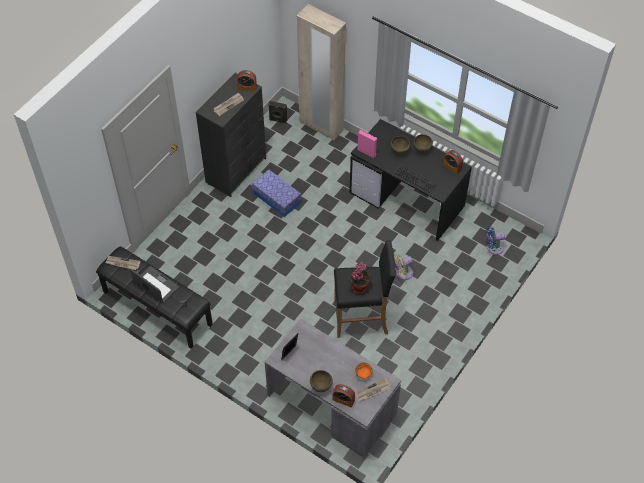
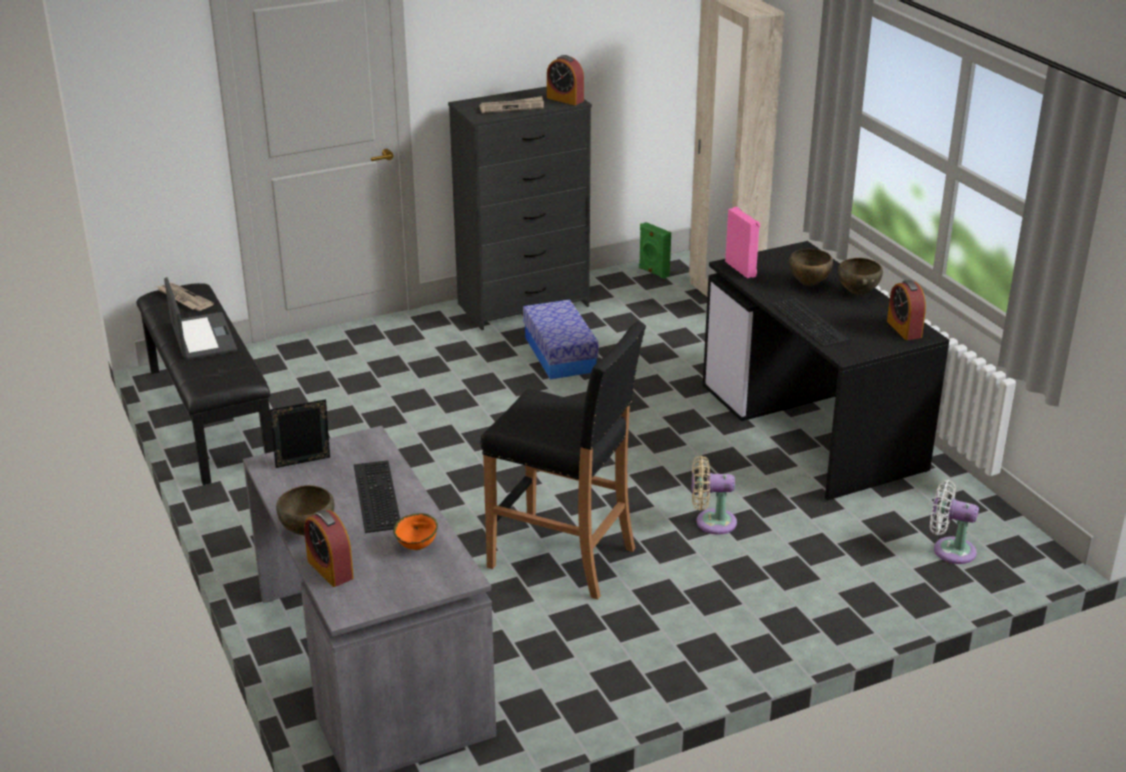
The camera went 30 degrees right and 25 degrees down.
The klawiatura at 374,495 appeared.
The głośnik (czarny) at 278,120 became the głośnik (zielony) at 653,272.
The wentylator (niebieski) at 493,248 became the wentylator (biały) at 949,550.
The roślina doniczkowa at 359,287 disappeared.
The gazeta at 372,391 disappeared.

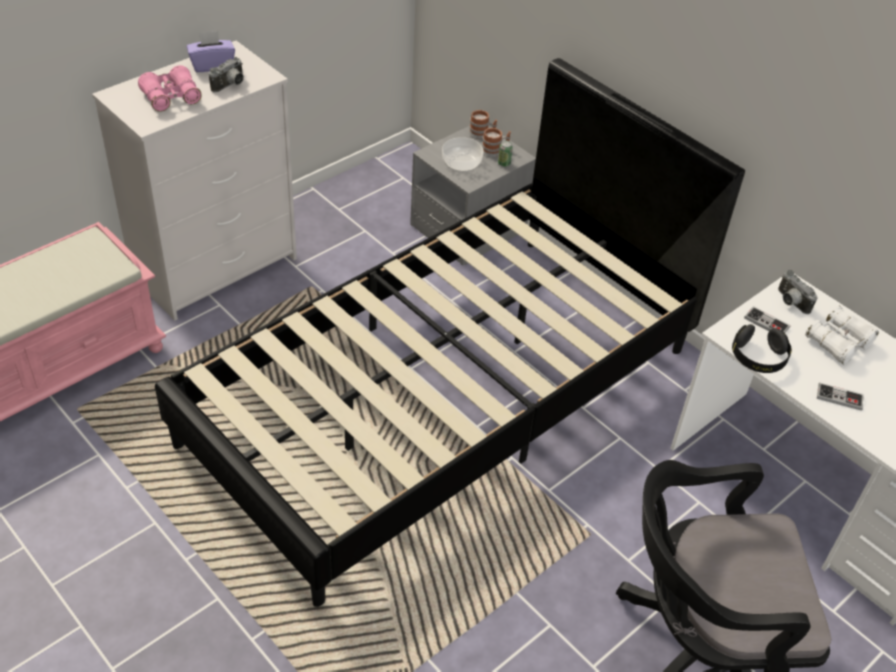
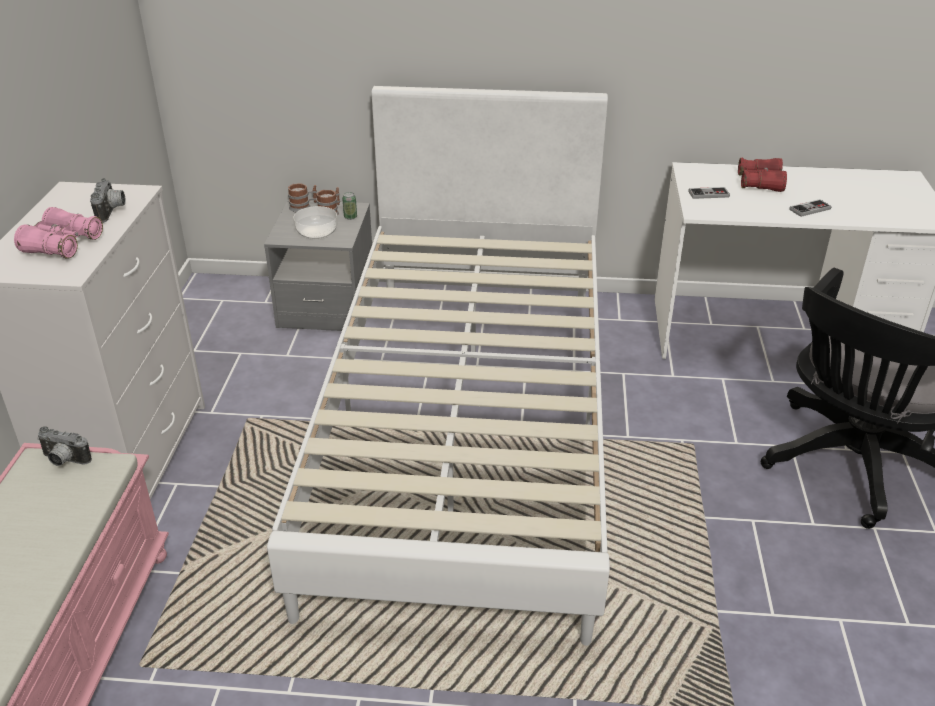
The camera went 40 degrees left and 10 degrees down.
The aparat fotograficzny moved from 790,302 to 63,461.
The łóżko (czarny) at 444,395 became the łóżko (biały) at 467,425.
The lornetka (biały) at 838,342 became the lornetka (czerwony) at 760,183.
The pudełko chusteczek (fioletowy) at 212,65 disappeared.
The słuchawki (czarny) at 758,358 disappeared.

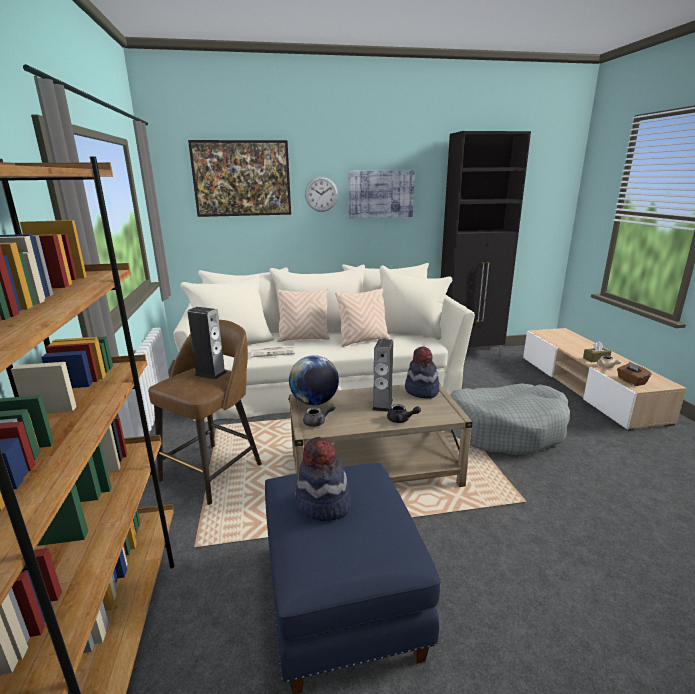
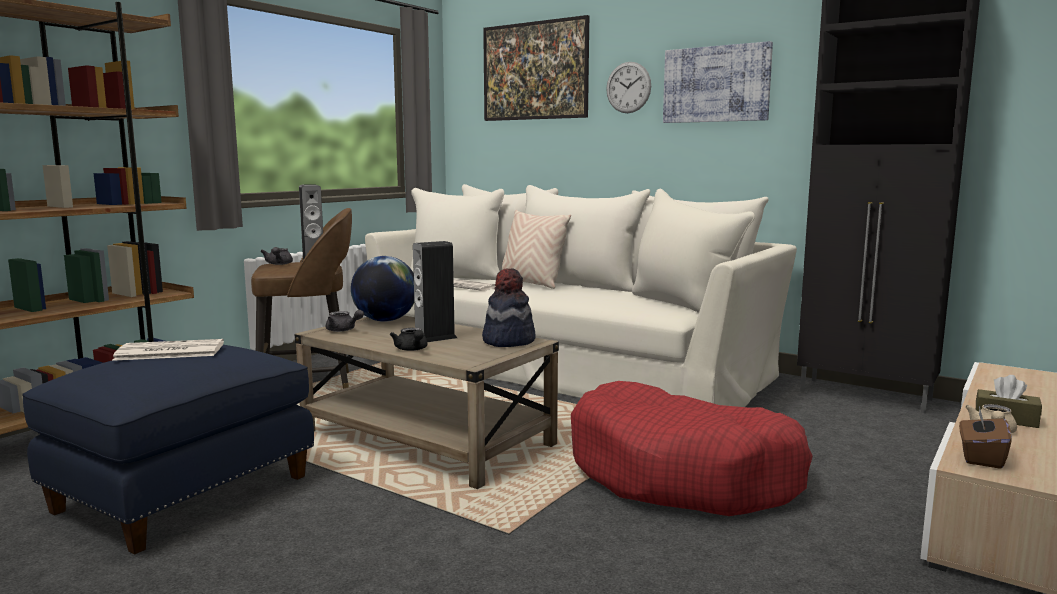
The camera went 45 degrees right and 10 degrees down.
The kapelusz at 323,504 was replaced by the gazeta at 168,352.
The imbryk (szary) at 278,264 appeared.
The legowisko (szary) at 505,429 became the legowisko (czerwony) at 683,475.
The poduszka (beżowy) at 363,341 disappeared.

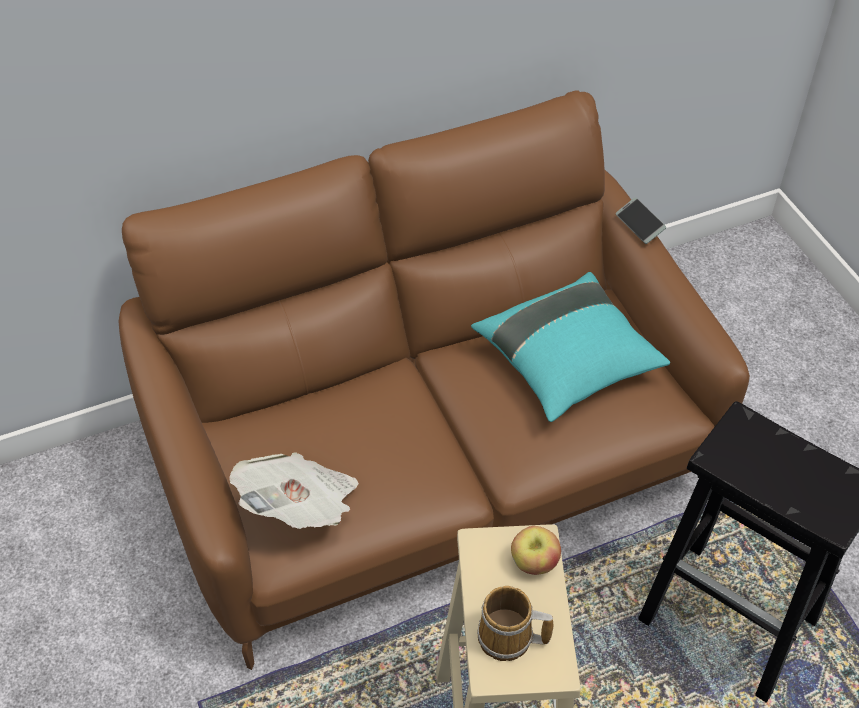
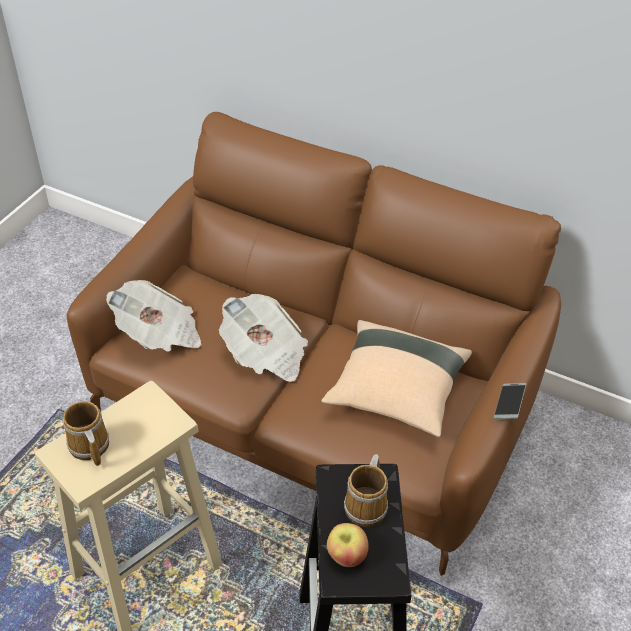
The camera went 50 degrees right and 5 degrees down.
The gazeta at 265,354 appeared.
The poduszka (turkusowy) at 567,363 became the poduszka (beżowy) at 396,392.
The jabłko moved from 534,563 to 346,555.
The kubek at 368,505 appeared.
The telefon moved from 639,225 to 509,404.

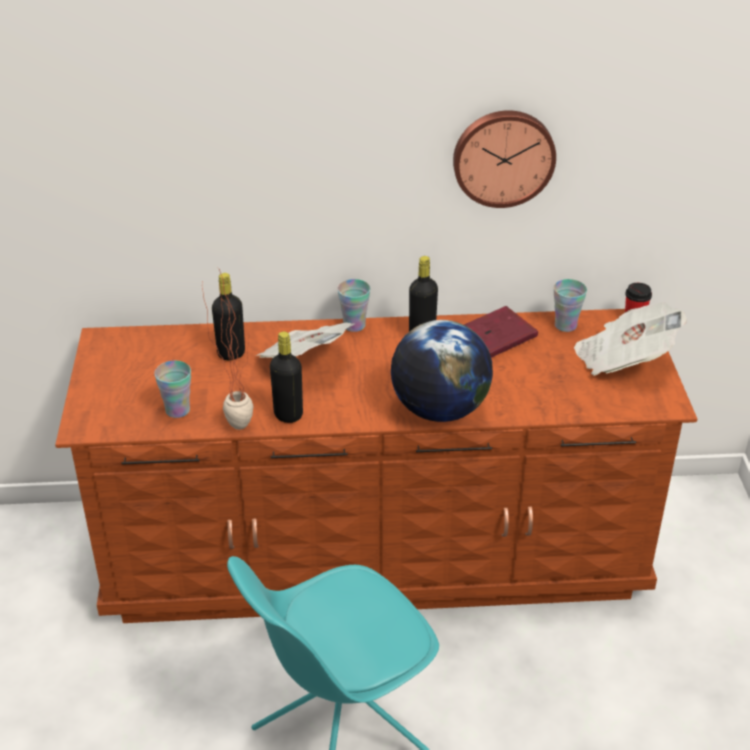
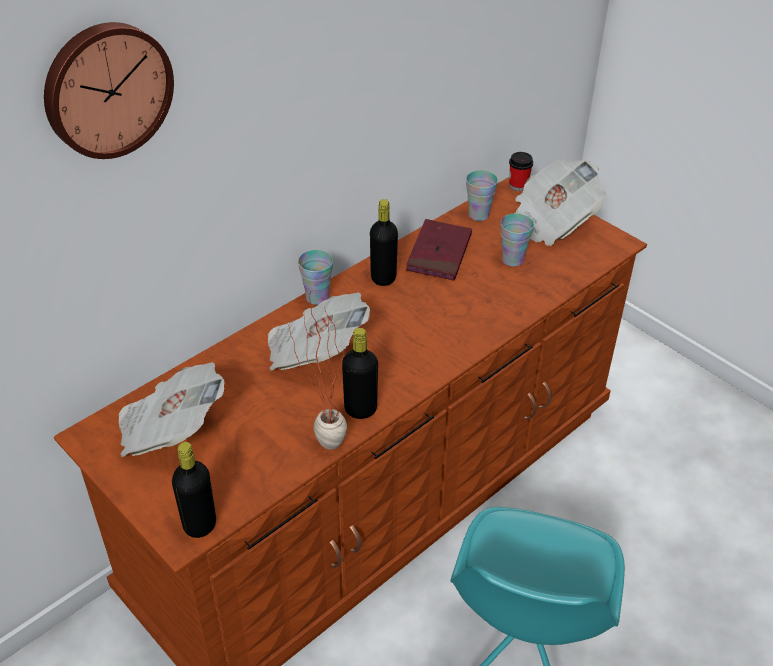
The camera went 40 degrees left and 5 degrees up.
The zegar ścienny moved from 503,157 to 106,89.
The gazeta at 171,430 appeared.
The butelka (czarny) moved from 231,353 to 200,524.
The filiżanka moved from 177,410 to 512,259.
The globus at 439,410 disappeared.

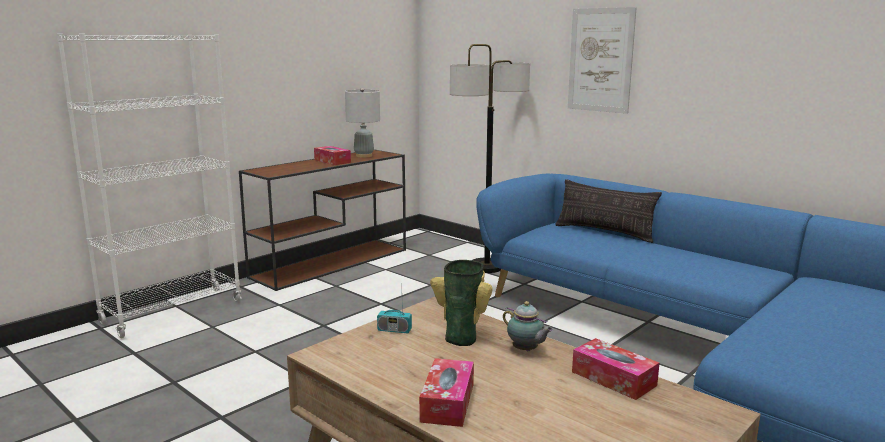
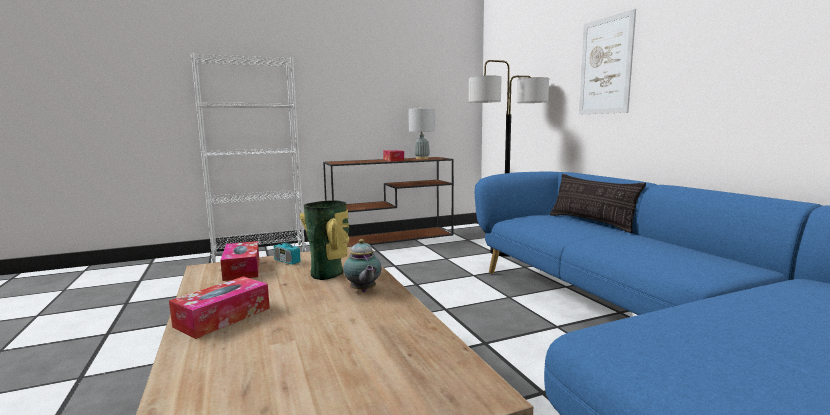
The camera went 25 degrees right and 5 degrees down.
The pudełko chusteczek moved from 613,378 to 242,269.

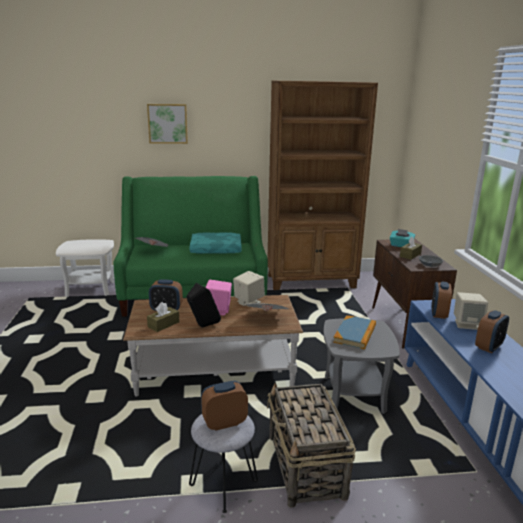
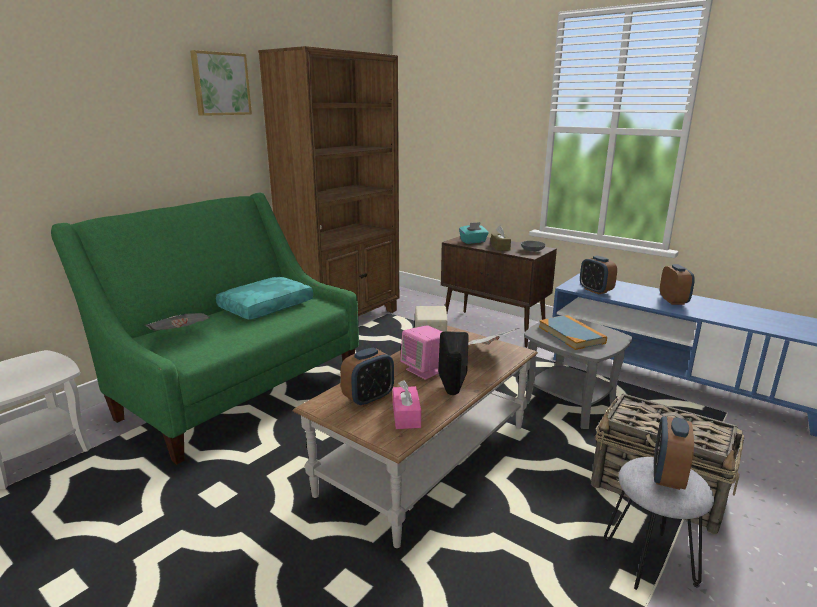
The camera went 45 degrees left and 0 degrees up.
The obraz moved from 167,123 to 220,84.
The pudełko chusteczek (brązowy) at 163,324 became the pudełko chusteczek (różowy) at 406,415.
The głośnik (beżowy) at 467,324 disappeared.

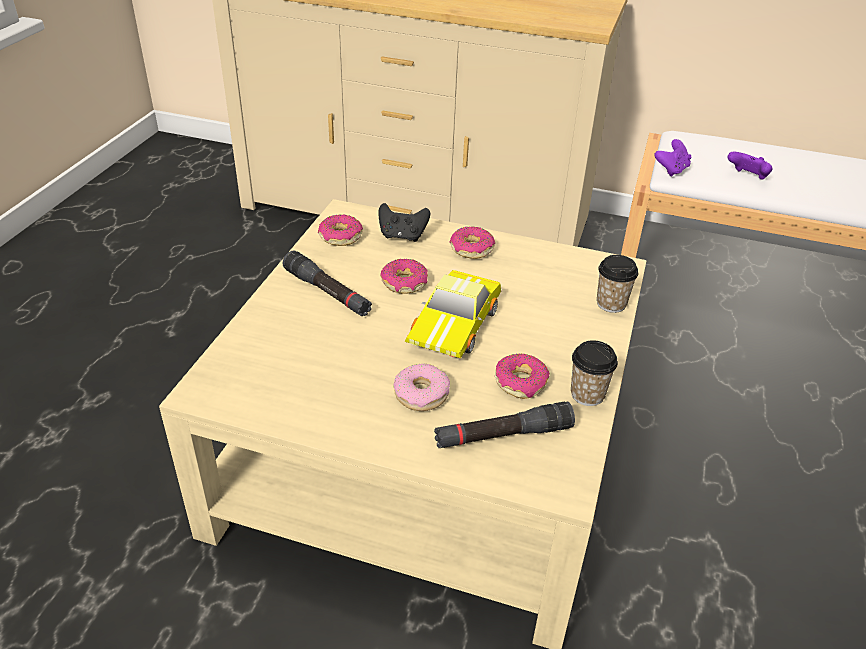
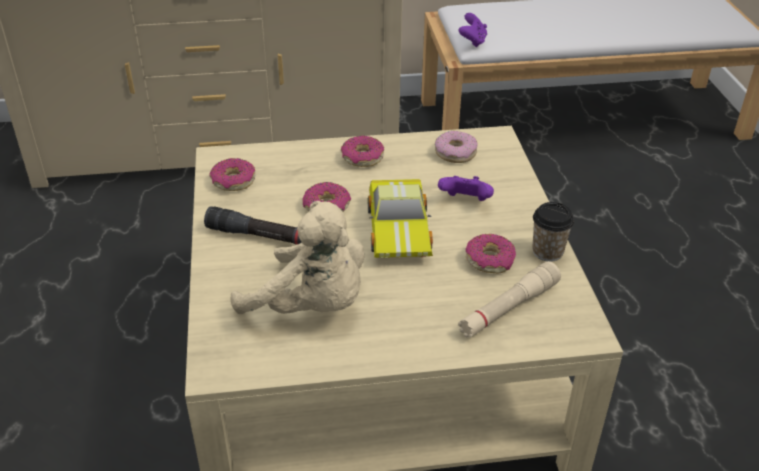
The camera went 25 degrees left and 0 degrees up.
The pluszak (beżowy) at 311,306 appeared.
The donut moved from 421,394 to 455,153.
The pad do gier (fioletowy) moved from 747,177 to 465,202.
The latarka (czarny) at 503,435 became the latarka (beżowy) at 508,308.
The pad do gier (czarny) at 402,236 disappeared.
The filiżanka at 611,304 disappeared.

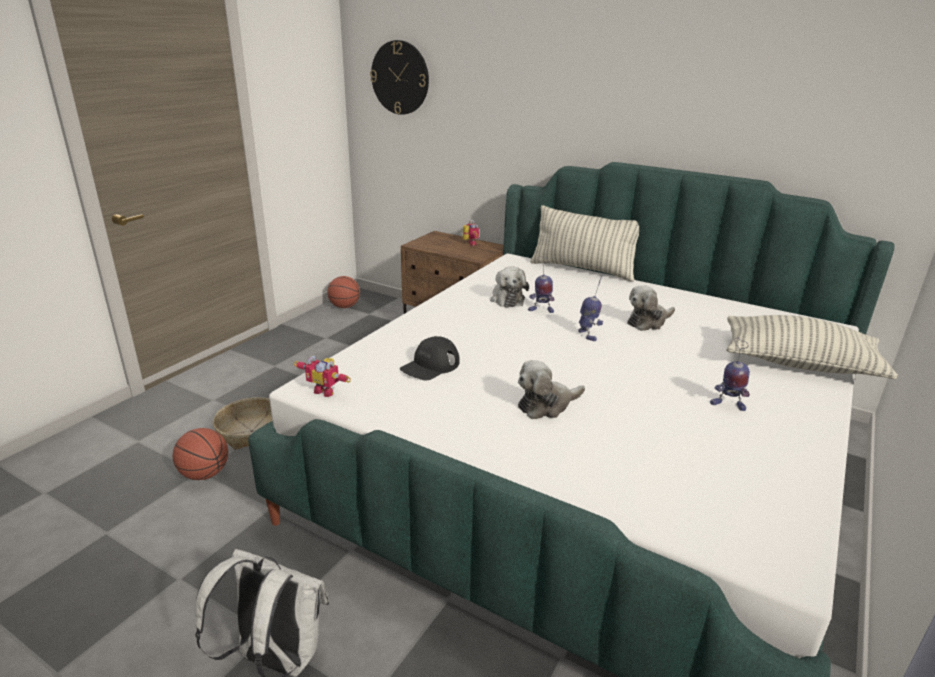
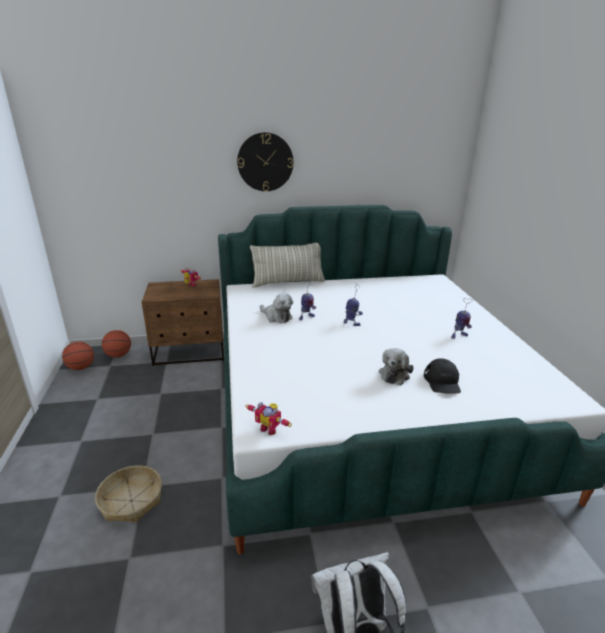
The camera went 40 degrees left and 0 degrees up.
The piłka do koszykówki moved from 205,474 to 118,355.
The zegar ścienny moved from 400,78 to 265,162.
The robot zabawkowy at 326,390 turned 45 degrees clockwise.
The czapka z daszkiem (czarny) moved from 430,366 to 442,381.
The pluszak at 648,322 disappeared.
The poduszka at 799,364 disappeared.

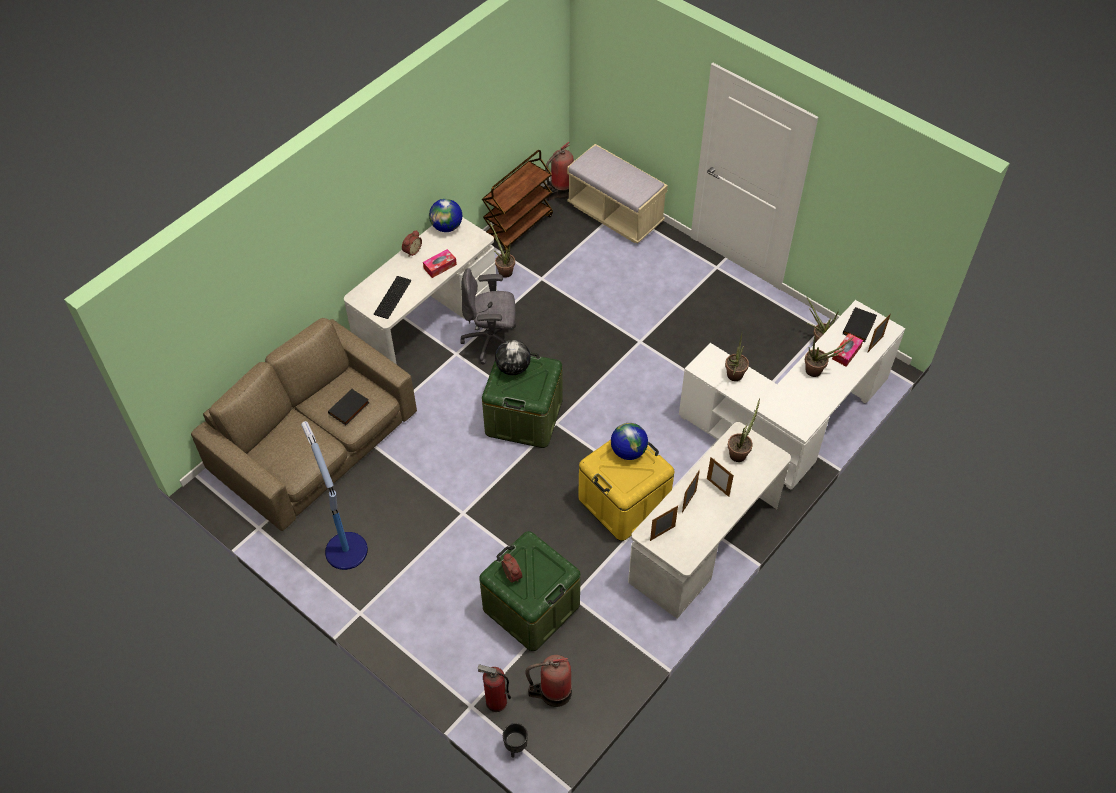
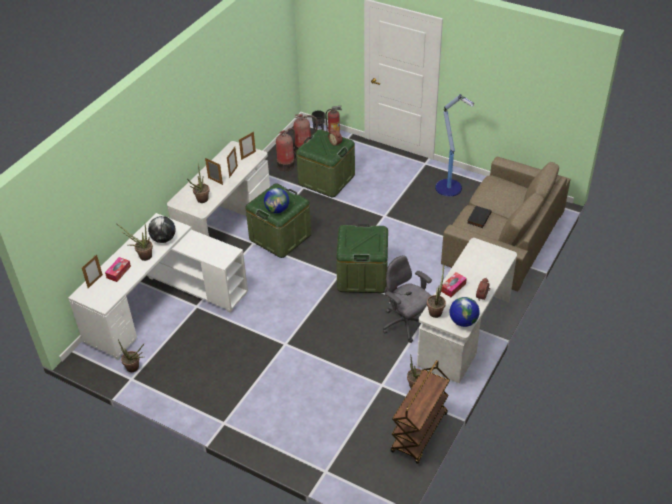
The camera went 170 degrees right and 10 degrees down.
The globus moved from 513,368 to 163,239.
The pojemnik do przechowywania (żółty) at 624,502 became the pojemnik do przechowywania (zielony) at 280,237.
The gaśnica moved from 560,191 to 287,165.
The krzesło biurowe (szary) at 492,341 turned 120 degrees counterclockwise.
The roślina doniczkowa moved from 733,377 to 436,310.
The klawiatura at 391,297 disappeared.
The ławka (beżowy) at 615,214 disappeared.
The książka (czarny) at 860,326 disappeared.

